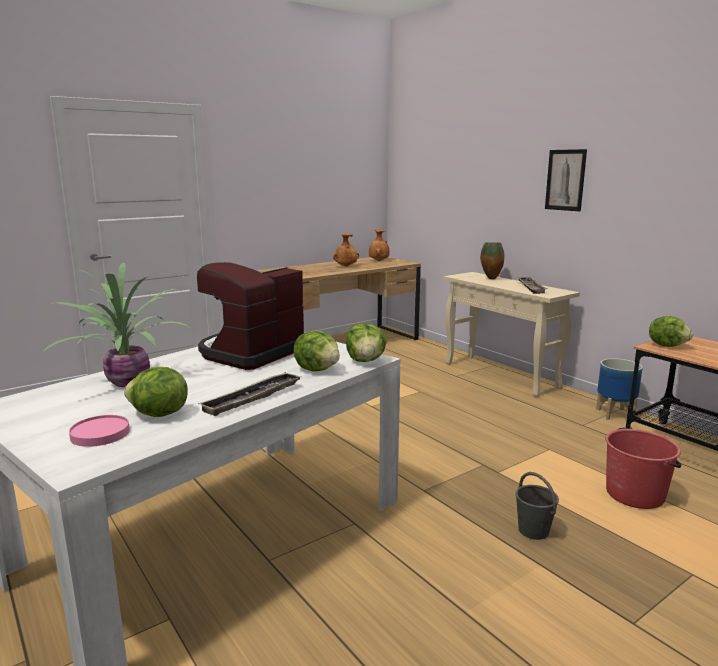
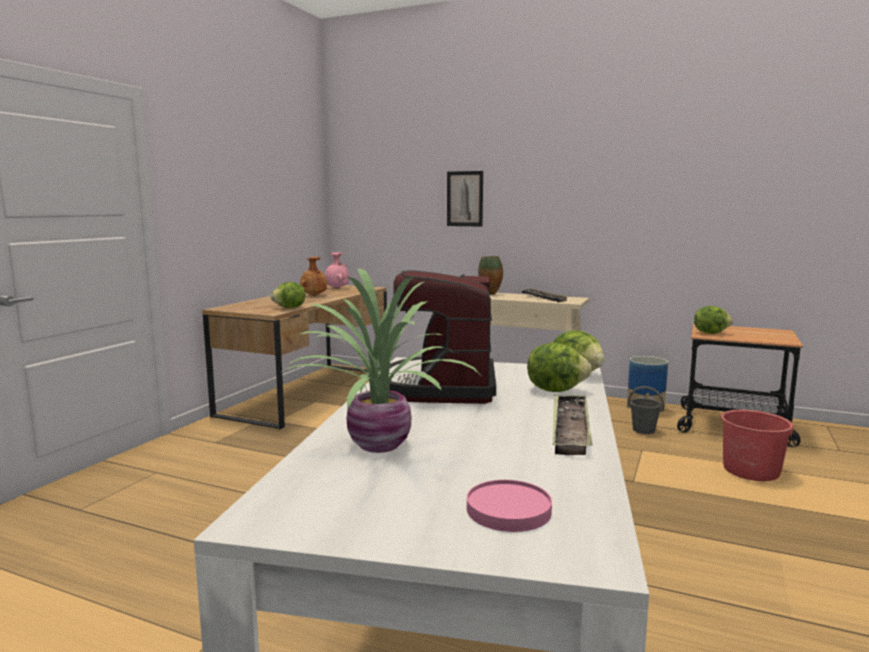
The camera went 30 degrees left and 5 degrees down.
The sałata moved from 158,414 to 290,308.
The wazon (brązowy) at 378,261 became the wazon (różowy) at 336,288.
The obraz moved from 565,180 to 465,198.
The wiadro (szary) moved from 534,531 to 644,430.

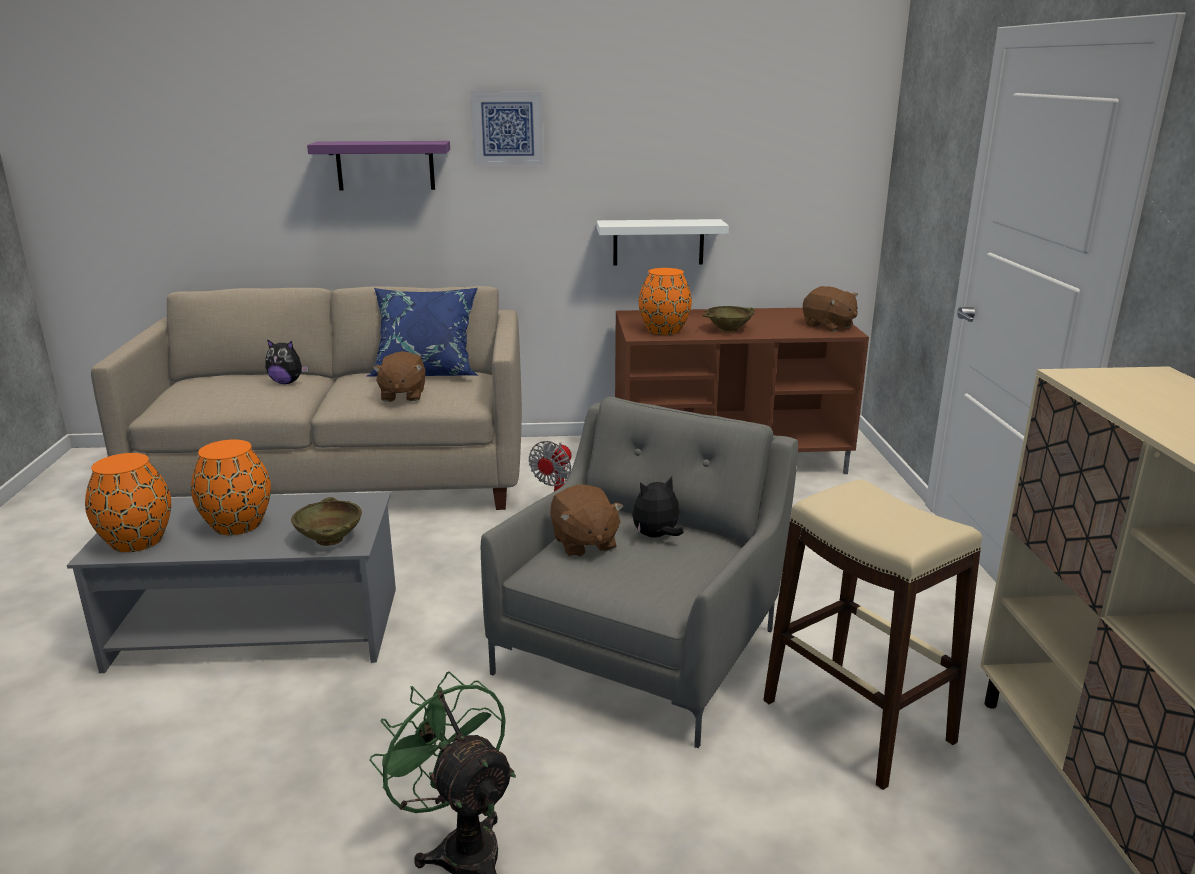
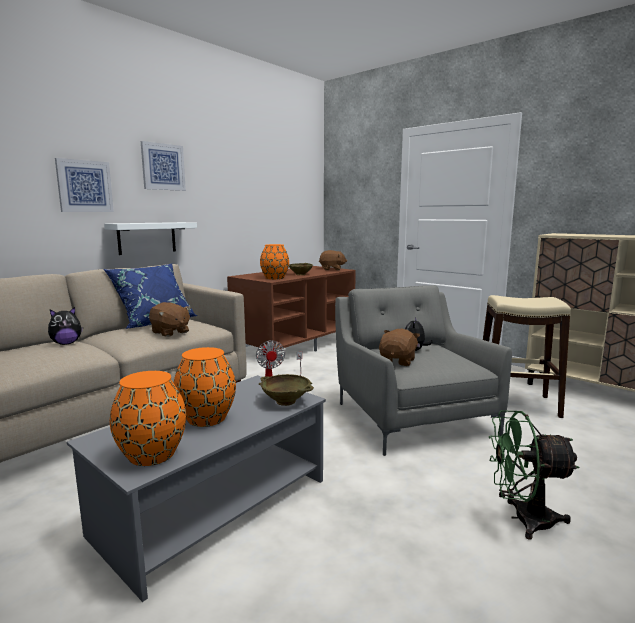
The camera went 45 degrees left and 10 degrees down.
The półka (fioletowy) at 385,165 was replaced by the obraz at 84,186.
The półka (biały) moved from 658,242 to 147,238.
The pluszak (brązowy) at 583,543 turned 90 degrees counterclockwise.

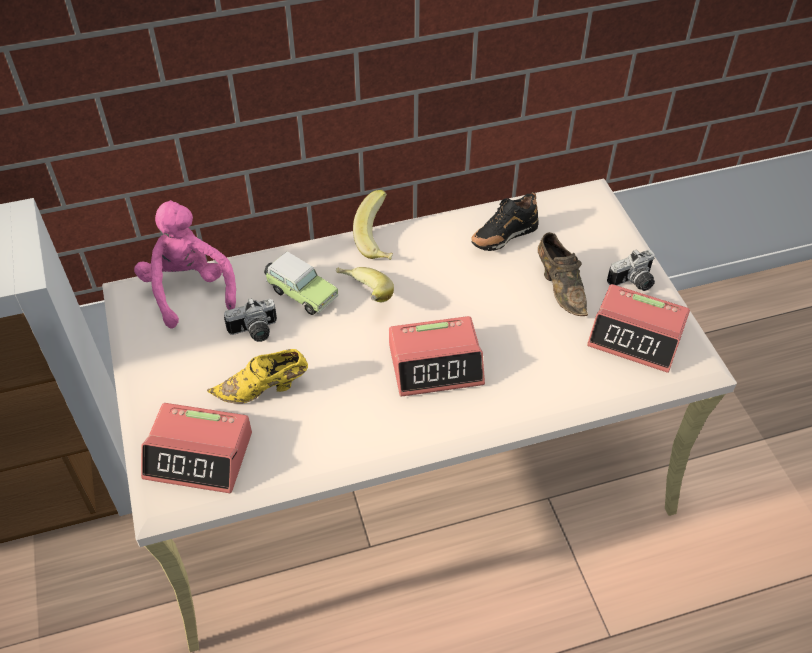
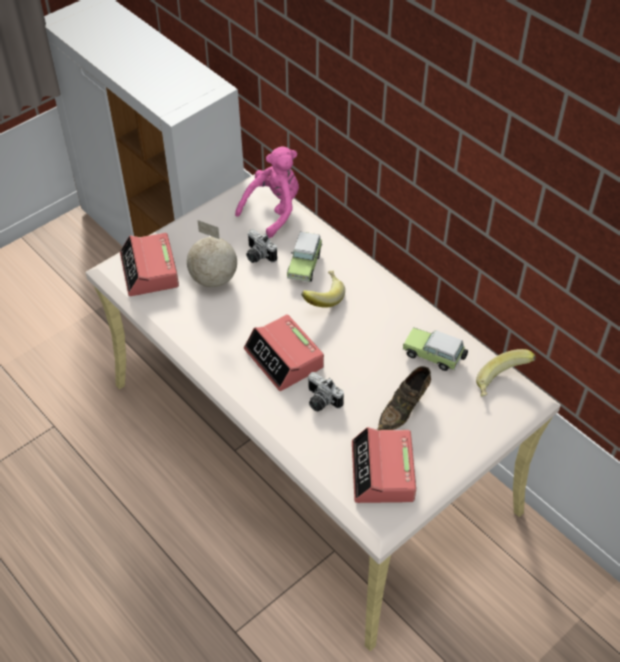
The camera went 65 degrees right and 0 degrees up.
The but (żółty) at 264,389 was replaced by the globus at 214,279.
The aparat fotograficzny moved from 634,283 to 320,401.
The but (czarny) at 503,237 was replaced by the samochodzik at 434,356.
The banan moved from 380,241 to 502,383.

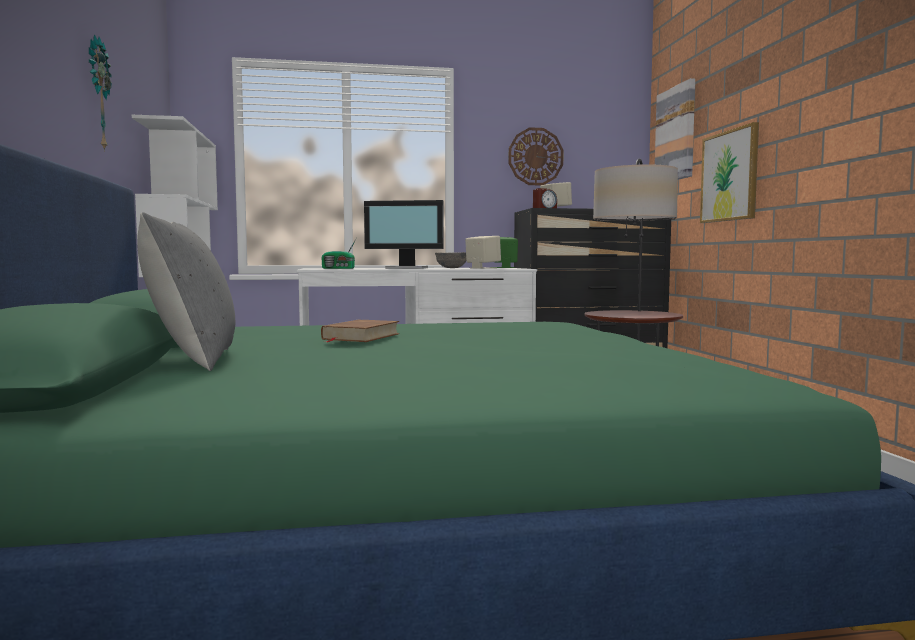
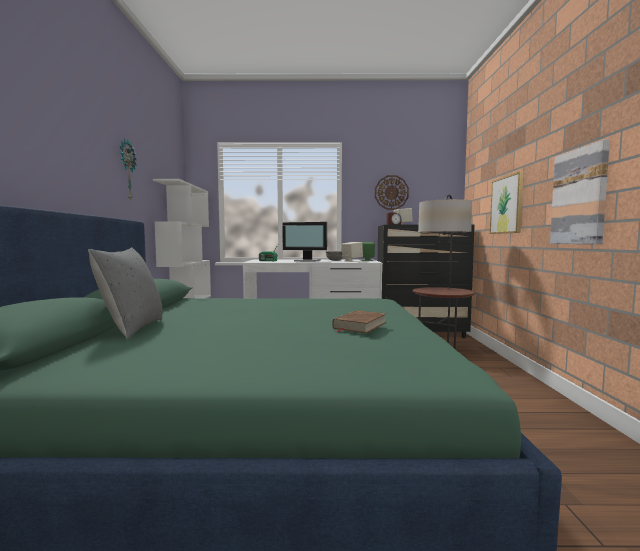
The camera went 10 degrees right and 0 degrees up.
The książka (brązowy) moved from 360,337 to 360,325.
The obraz moved from 676,134 to 579,197.

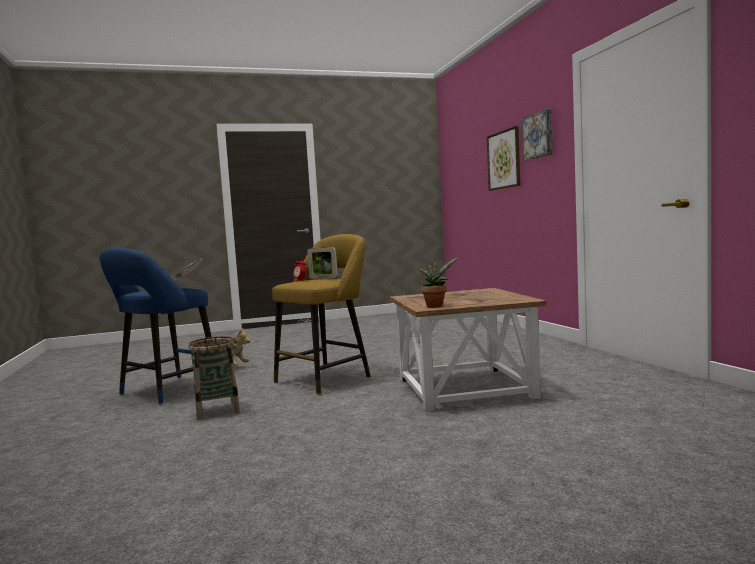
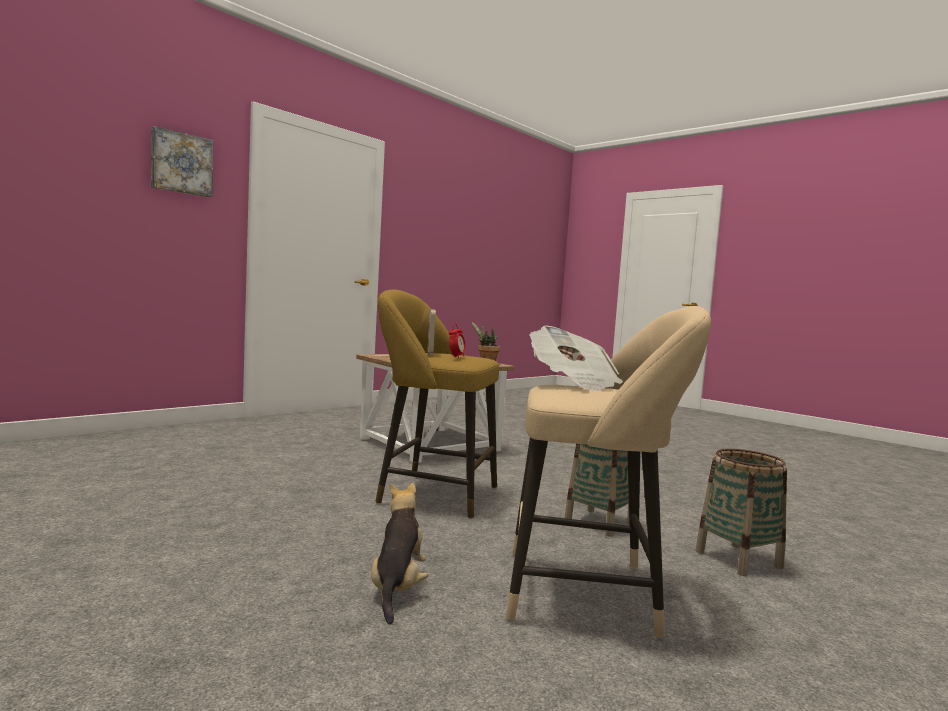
The camera went 120 degrees left and 0 degrees up.
The stołek (niebieski) at 165,391 became the stołek (beżowy) at 590,593.
The koszyk at 738,559 appeared.
The obraz at 504,160 disappeared.

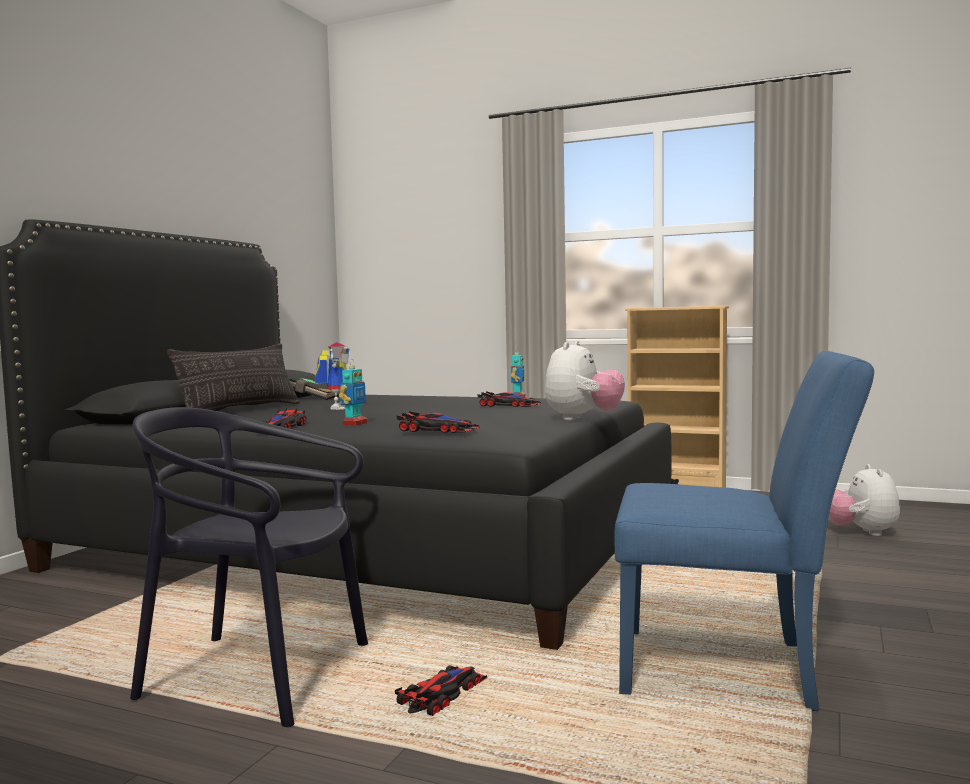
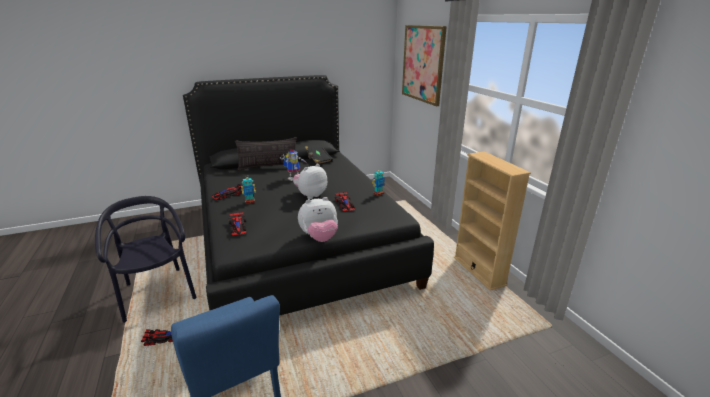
The camera went 45 degrees right and 20 degrees up.
The pluszak moved from 862,532 to 310,195.
The obraz at 423,64 appeared.

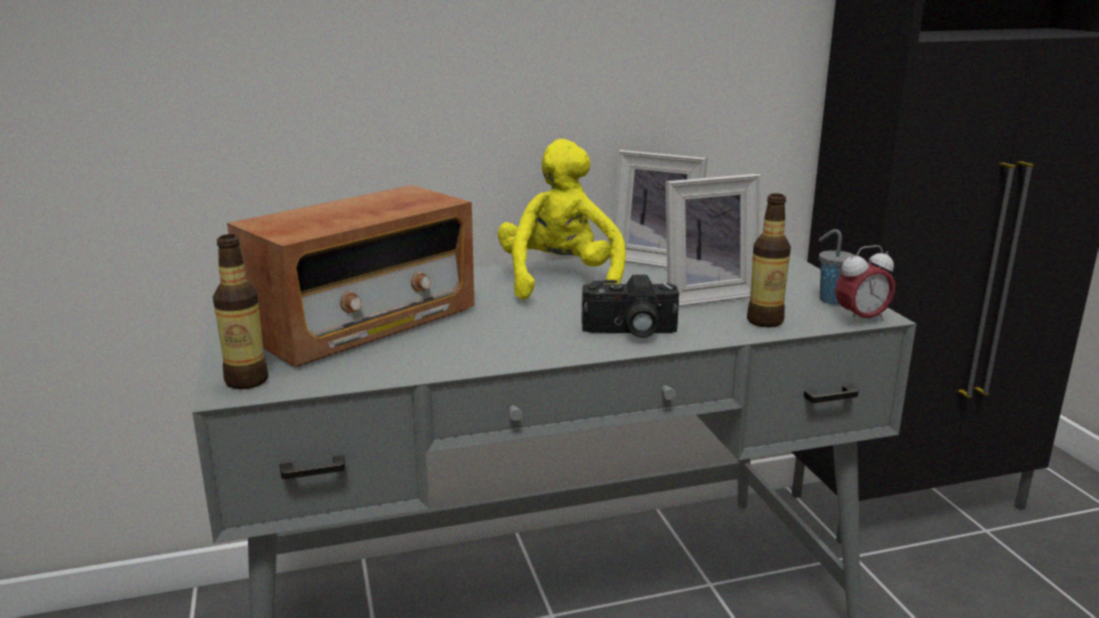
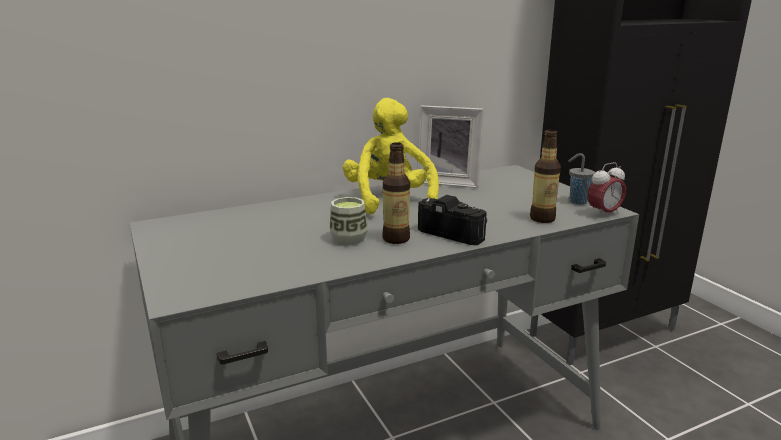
The camera went 10 degrees left and 0 degrees up.
The filiżanka at 348,239 appeared.
The butelka moved from 247,381 to 396,239.
The aparat fotograficzny at 629,331 turned 135 degrees counterclockwise.
The radio at 363,325 disappeared.
The ramka na zdjęcie at 705,295 disappeared.

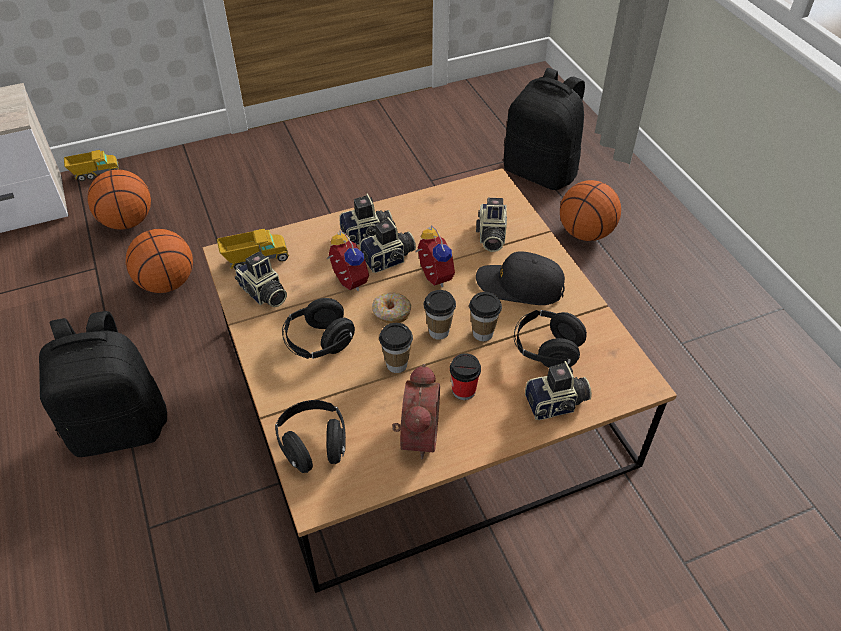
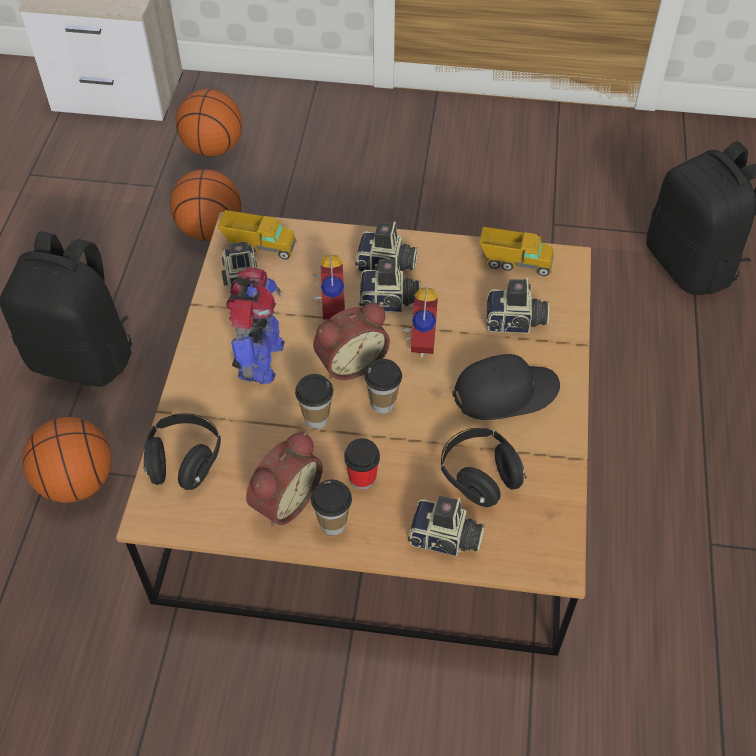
The camera went 30 degrees right and 5 degrees up.
The piłka do koszykówki moved from 585,233 to 77,482.
The słuchawki (czarny) at 319,342 was replaced by the robot zabawkowy at 259,361.
The filiżanka moved from 483,333 to 333,524.
The donut at 391,313 was replaced by the budzik at 350,362.
The czapka z daszkiem (czarny) at 520,286 turned 120 degrees clockwise.
The ciężarówka zabawkowa moved from 95,174 to 514,263.
The aparat fotograficzny at 490,236 turned 120 degrees counterclockwise.

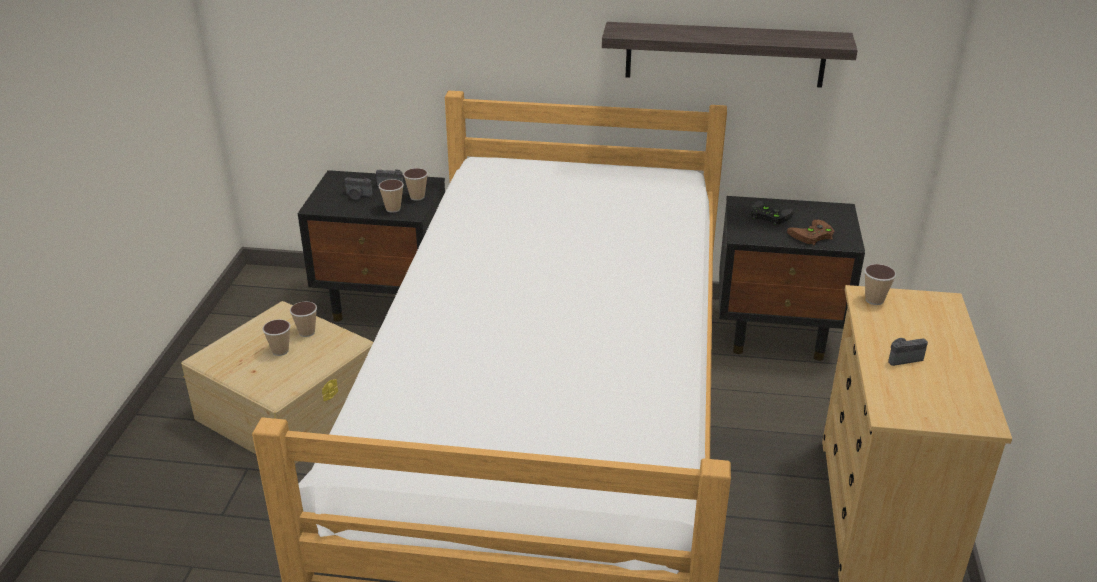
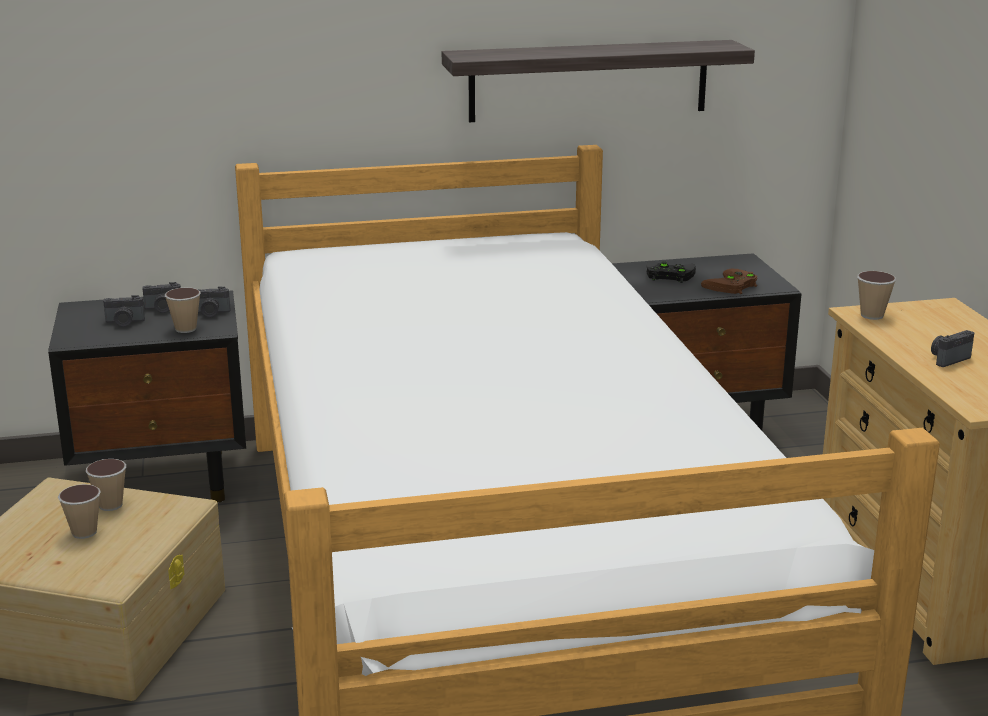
The camera went 20 degrees left and 10 degrees down.
The filiżanka at 417,197 was replaced by the aparat fotograficzny at 210,313.

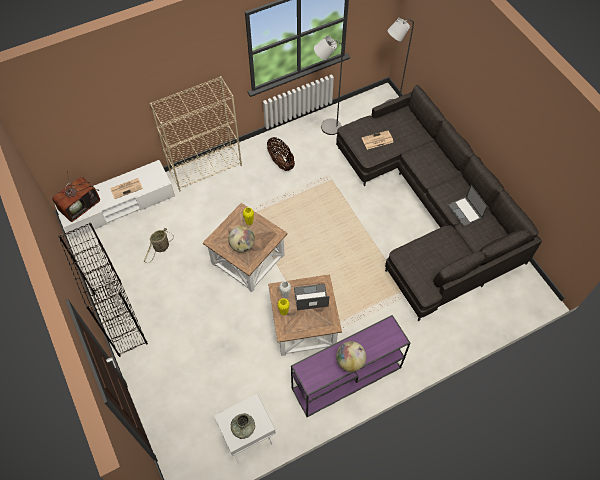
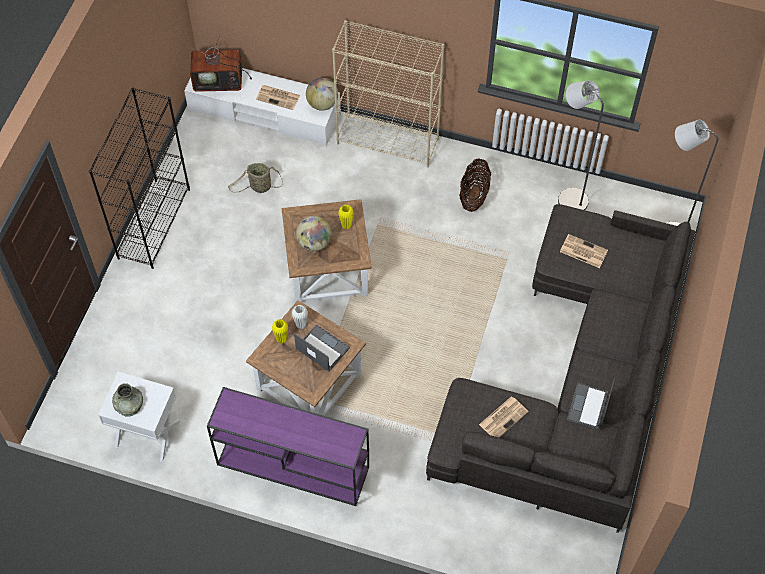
The camera went 45 degrees right and 0 degrees up.
The globus moved from 350,361 to 322,104.
The gazeta at 503,417 appeared.

